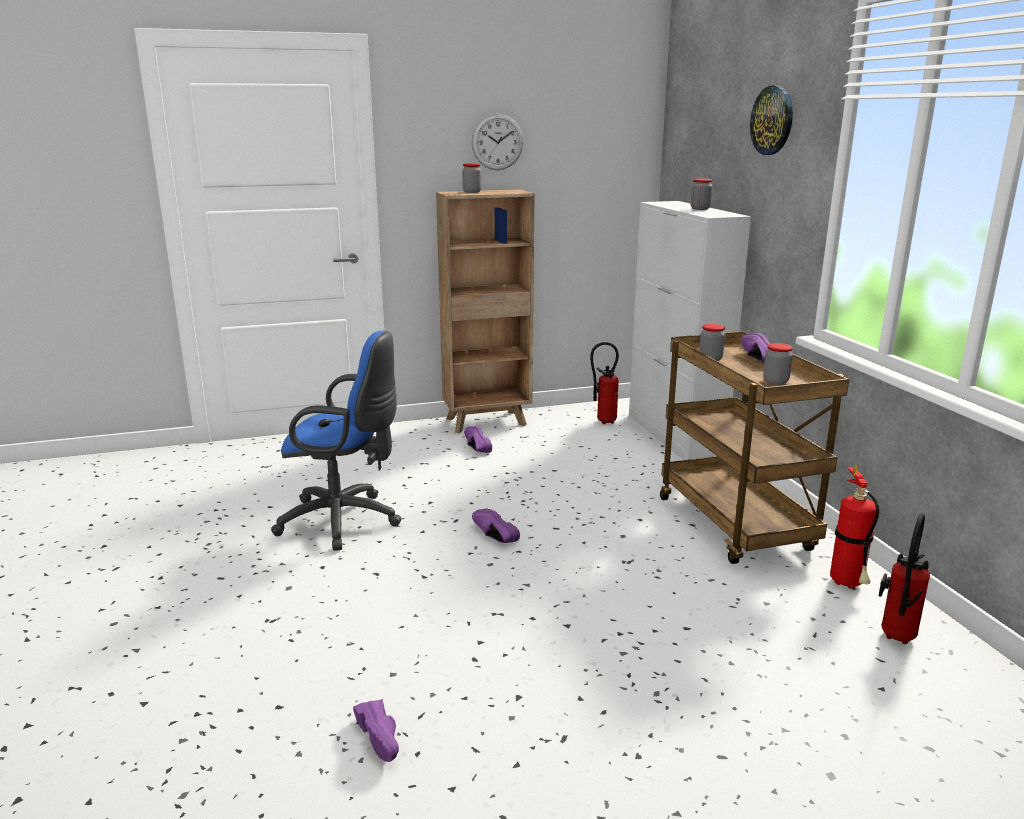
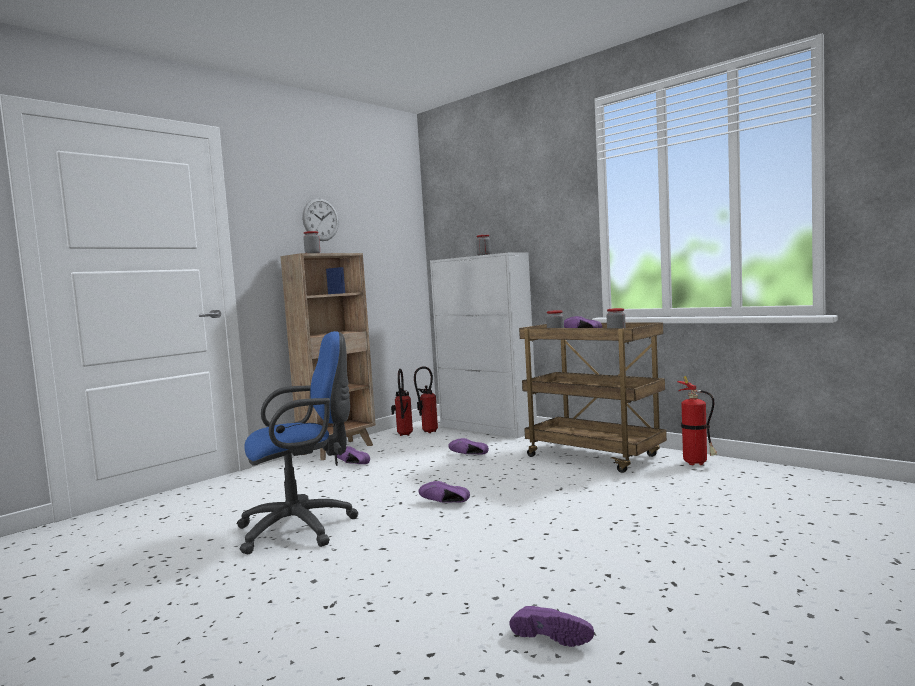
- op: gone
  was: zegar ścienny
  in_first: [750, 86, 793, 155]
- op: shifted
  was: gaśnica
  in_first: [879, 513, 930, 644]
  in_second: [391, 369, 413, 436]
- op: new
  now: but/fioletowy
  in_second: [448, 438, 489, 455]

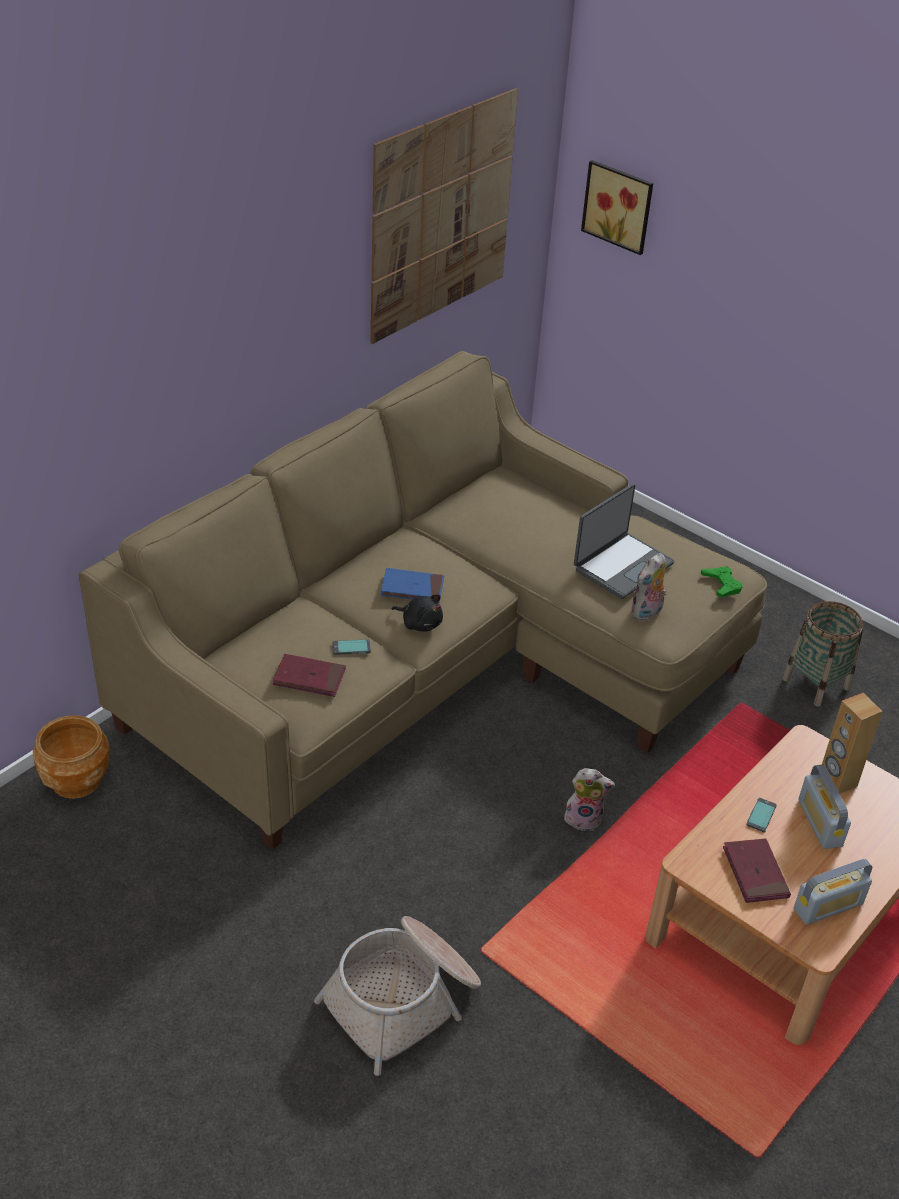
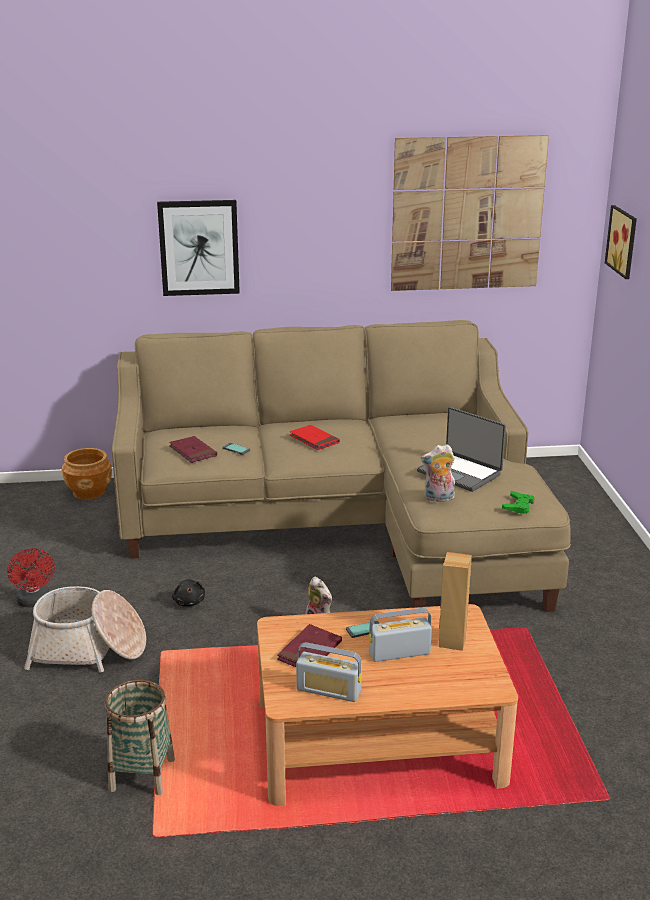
- op: repainted
  was: książka/niebieski
  now: książka/czerwony
  in_first: [381, 568, 444, 603]
  in_second: [290, 425, 340, 450]
- op: shifted
  was: pluszak/czarny
  in_first: [392, 594, 443, 632]
  in_second: [172, 579, 205, 607]
- op: rotated
  was: laptop
  in_first: [574, 484, 674, 599]
  in_second: [417, 407, 506, 492]
  clockwise: 45
- op: shifted
  was: koszyk
  in_first: [782, 601, 863, 707]
  in_second: [105, 680, 175, 795]
- op: rotated
  was: radio
  in_first: [798, 765, 851, 849]
  in_second: [368, 608, 432, 662]
  clockwise: 45
- op: new
  now: wentylator/czerwony
  in_second: [7, 548, 55, 608]
- op: new
  now: obraz
  in_second: [157, 200, 240, 296]

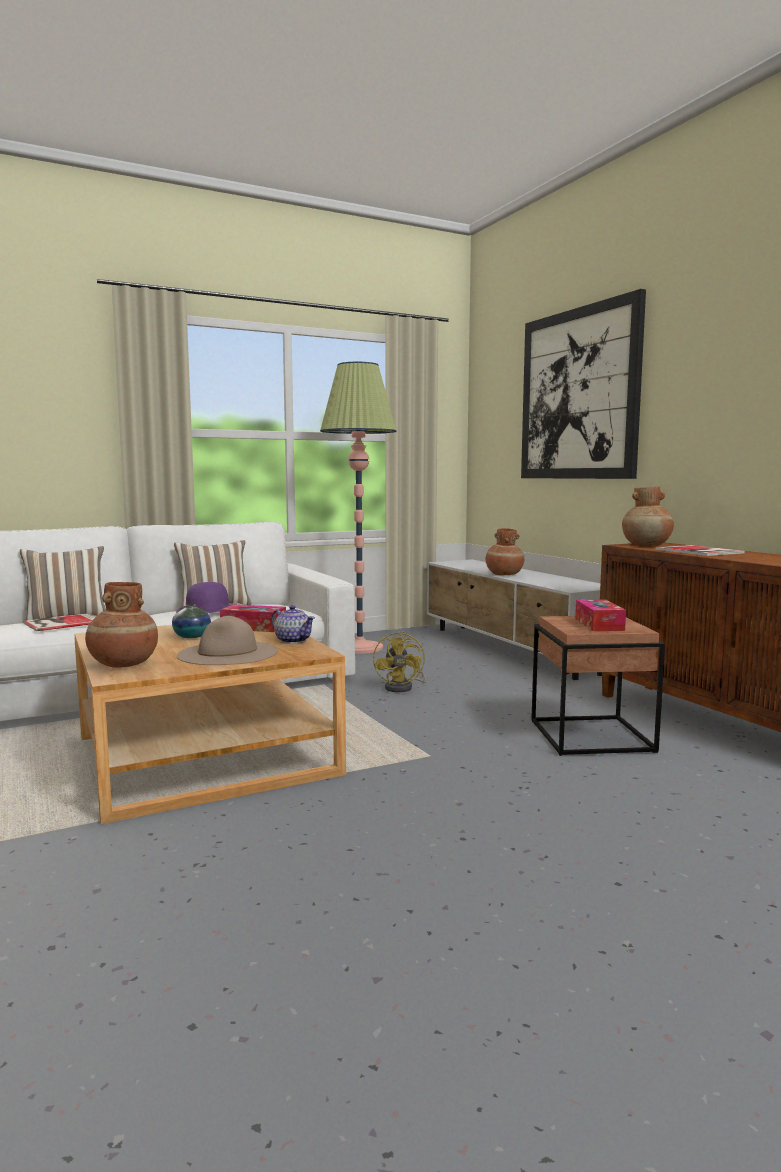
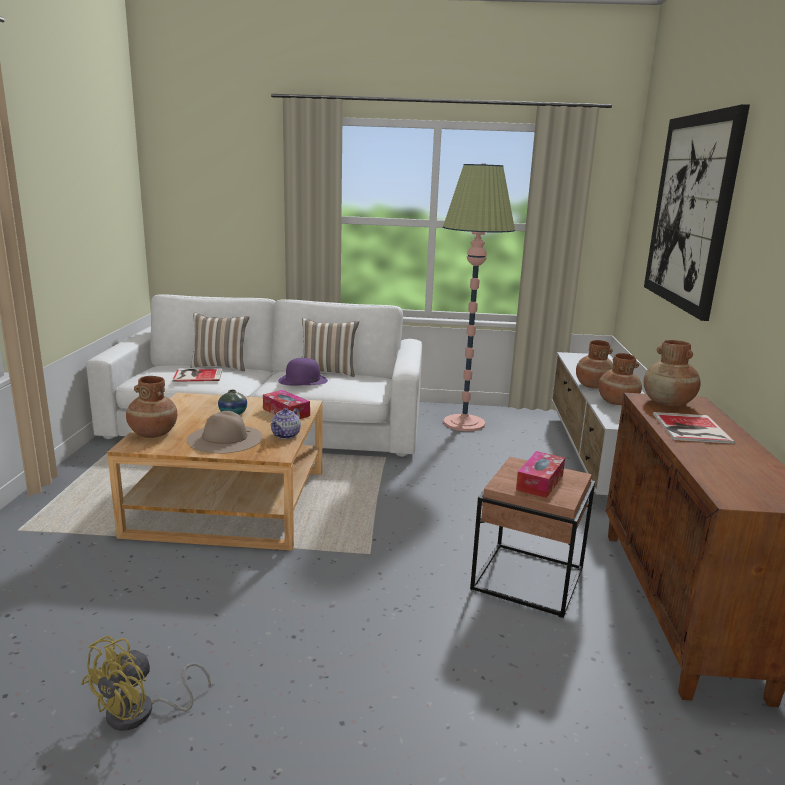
- op: rotated
  was: imbryk
  in_first: [271, 605, 315, 644]
  in_second: [271, 408, 301, 439]
  clockwise: 45
- op: shifted
  was: wentylator/żółty
  in_first: [373, 631, 427, 692]
  in_second: [81, 636, 211, 731]
- op: new
  now: wazon/brązowy
  in_second: [598, 353, 642, 405]

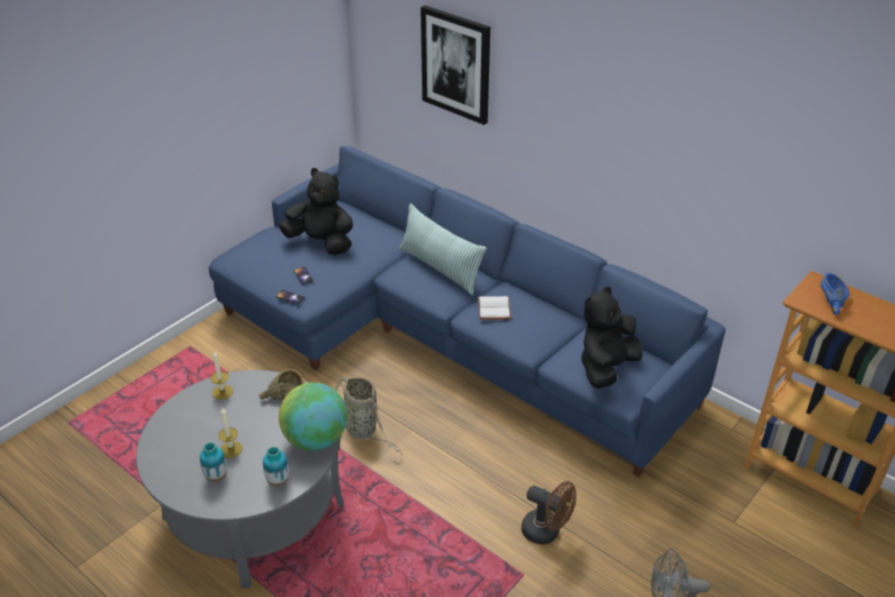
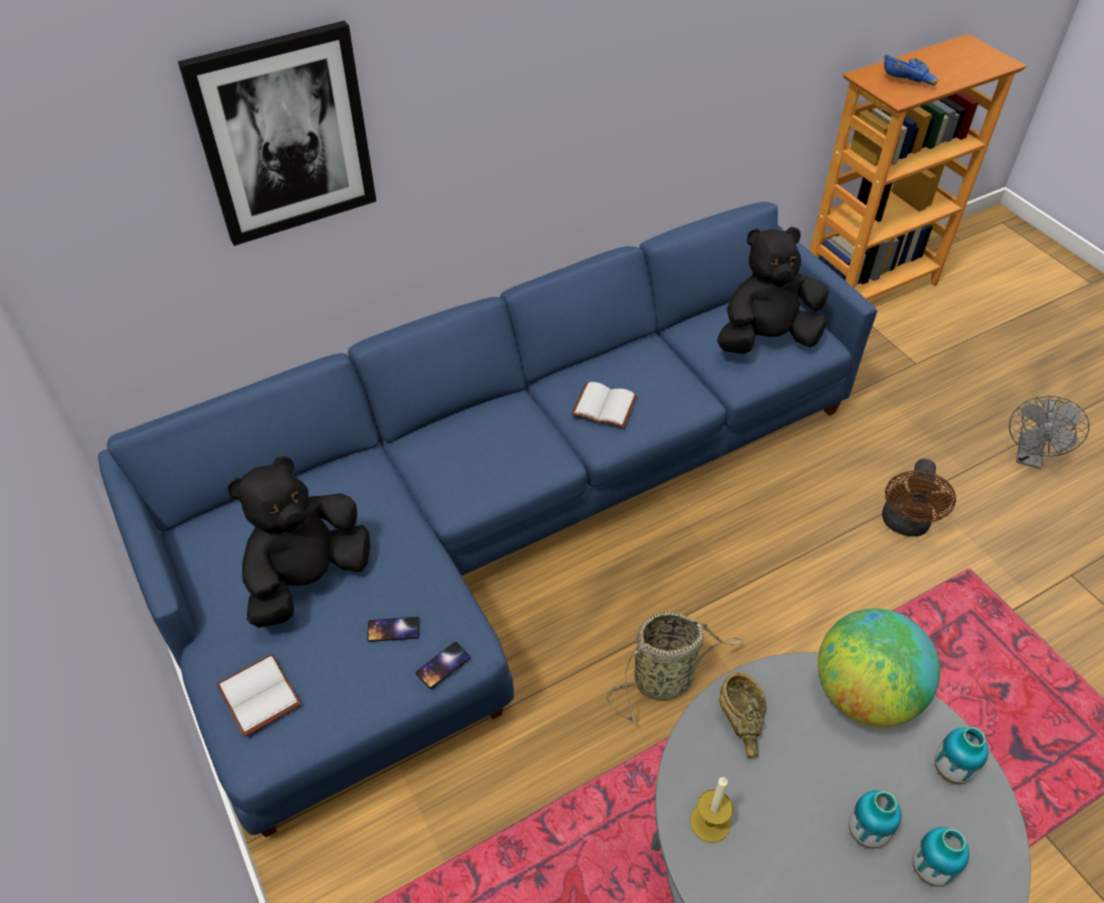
- op: swapped
  was: świeca
  now: wazon
  in_first: [218, 407, 243, 458]
  in_second: [849, 790, 902, 848]
- op: gone
  was: poduszka
  in_first: [399, 203, 487, 295]
- op: rotated
  was: wentylator/brązowy
  in_first: [521, 481, 576, 545]
  in_second: [882, 459, 956, 537]
  clockwise: 150
- op: rotated
  was: pluszak/czarny
  in_first: [582, 287, 642, 388]
  in_second: [717, 226, 829, 354]
  clockwise: 105
- op: new
  now: książka/biały
  in_second: [217, 654, 301, 737]

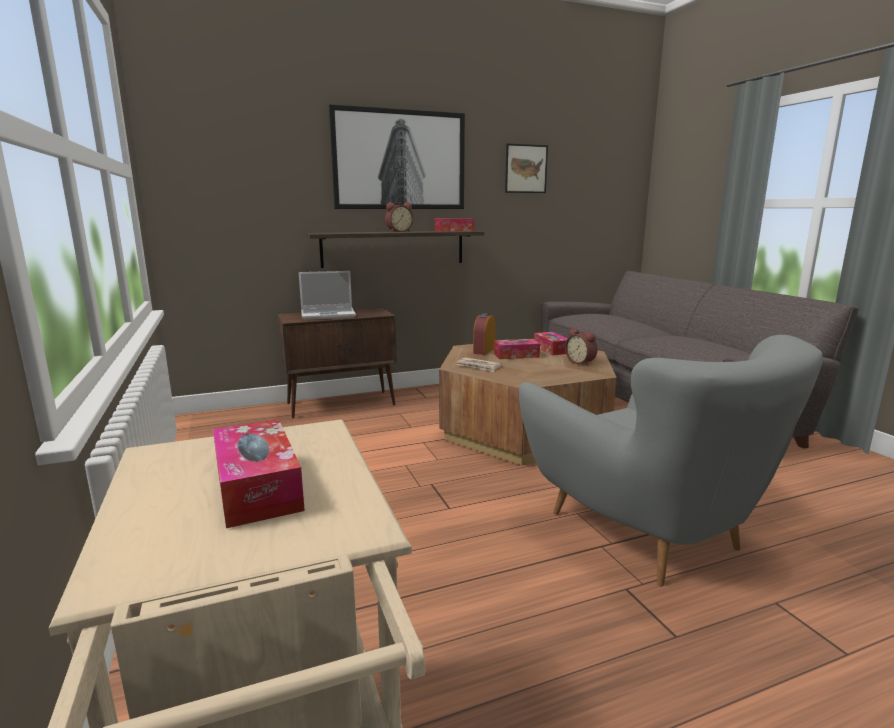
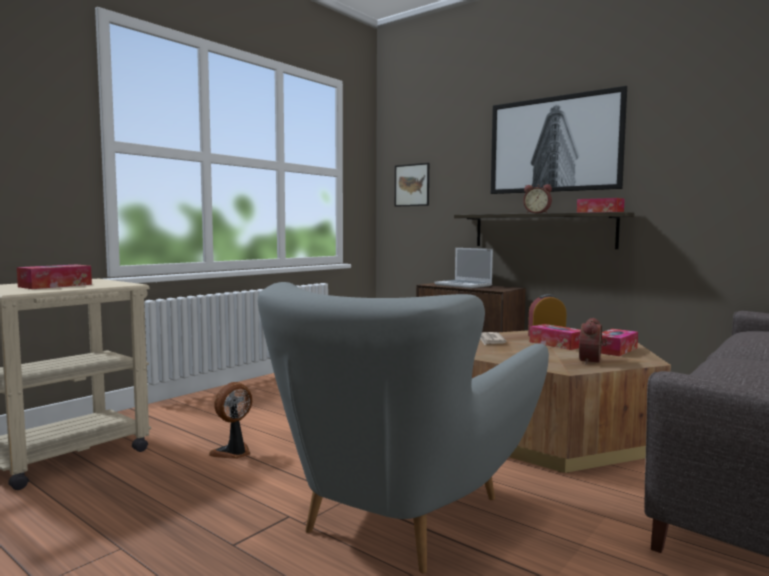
- op: shifted
  was: obraz
  in_first: [505, 144, 548, 193]
  in_second: [395, 163, 429, 207]
- op: new
  now: wentylator
  in_second: [209, 382, 252, 459]

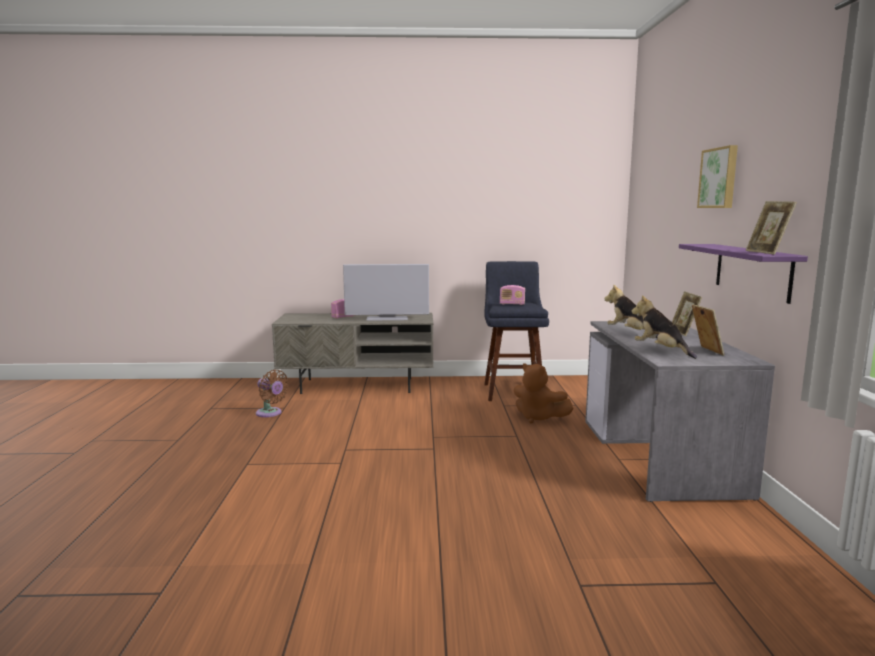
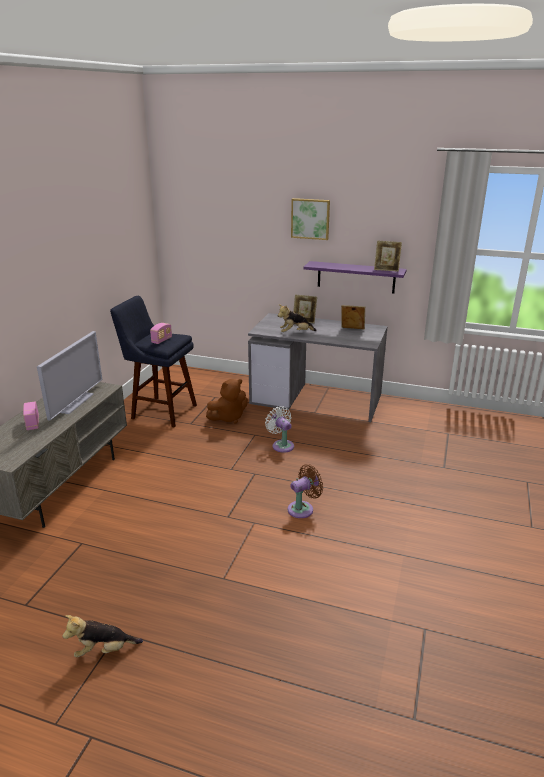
- op: shifted
  was: wentylator/brązowy
  in_first: [256, 369, 289, 417]
  in_second: [288, 464, 323, 518]
- op: shifted
  was: pluszak
  in_first: [631, 295, 697, 359]
  in_second: [62, 615, 143, 657]
- op: new
  now: wentylator/biały
  in_second: [265, 406, 294, 453]

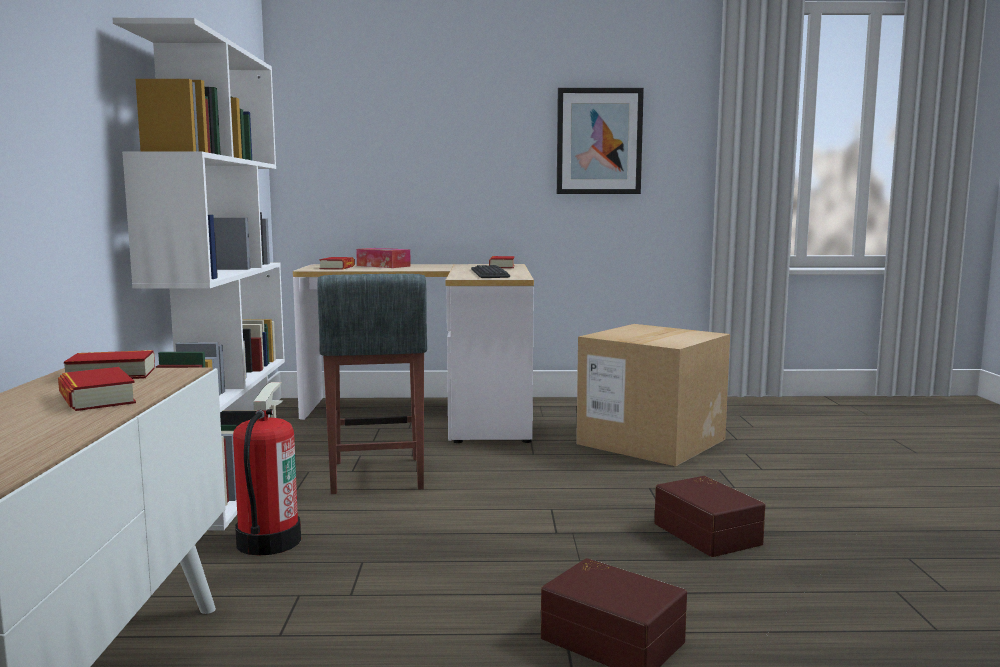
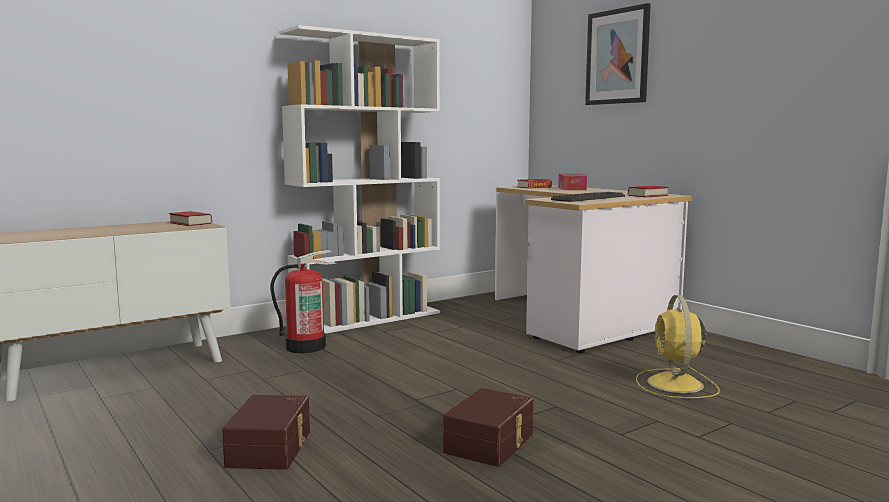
- op: gone
  was: książka
  in_first: [58, 367, 136, 411]
- op: gone
  was: stołek/szary
  in_first: [317, 274, 427, 494]
- op: shifted
  was: obraz
  in_first: [557, 88, 644, 194]
  in_second: [585, 3, 651, 105]
- op: swapped
  was: karton
  now: wentylator/żółty
  in_first: [576, 324, 730, 466]
  in_second: [636, 295, 720, 398]

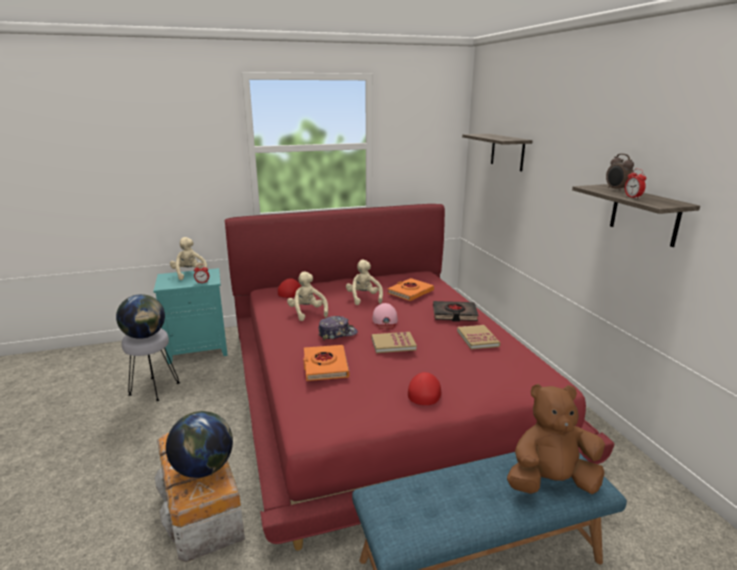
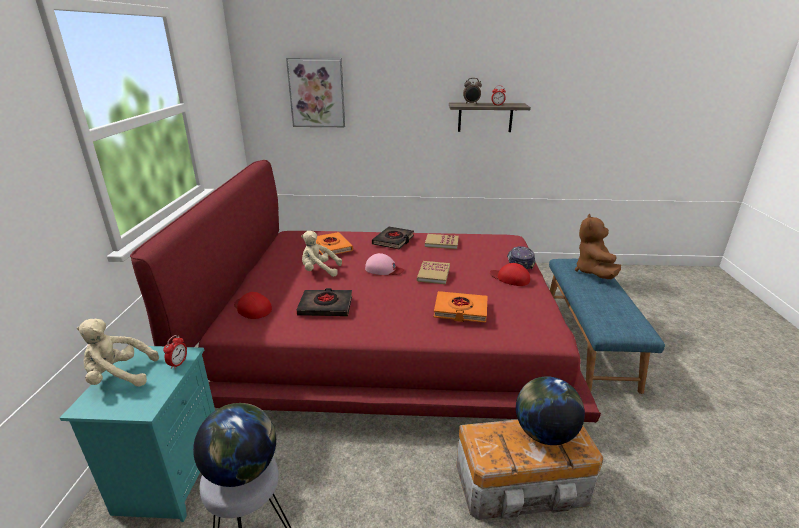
- op: swapped
  was: pluszak/beżowy
  now: książka/czarny
  in_first: [287, 272, 328, 321]
  in_second: [296, 288, 352, 316]
- op: shifted
  was: czapka z daszkiem
  in_first: [318, 316, 358, 340]
  in_second: [507, 246, 535, 269]
- op: swapped
  was: półka
  now: obraz
  in_first: [462, 134, 533, 171]
  in_second: [286, 58, 345, 127]

